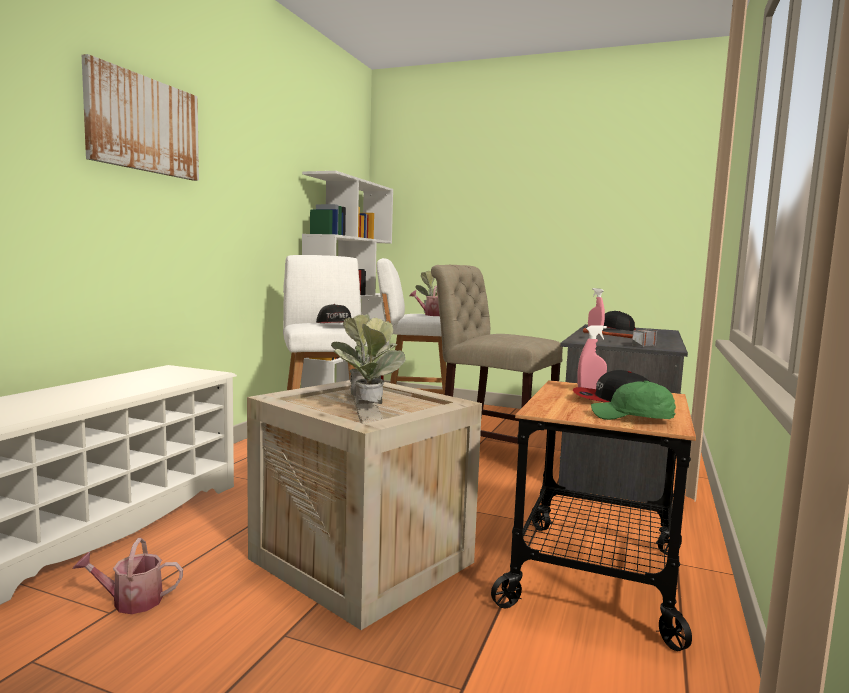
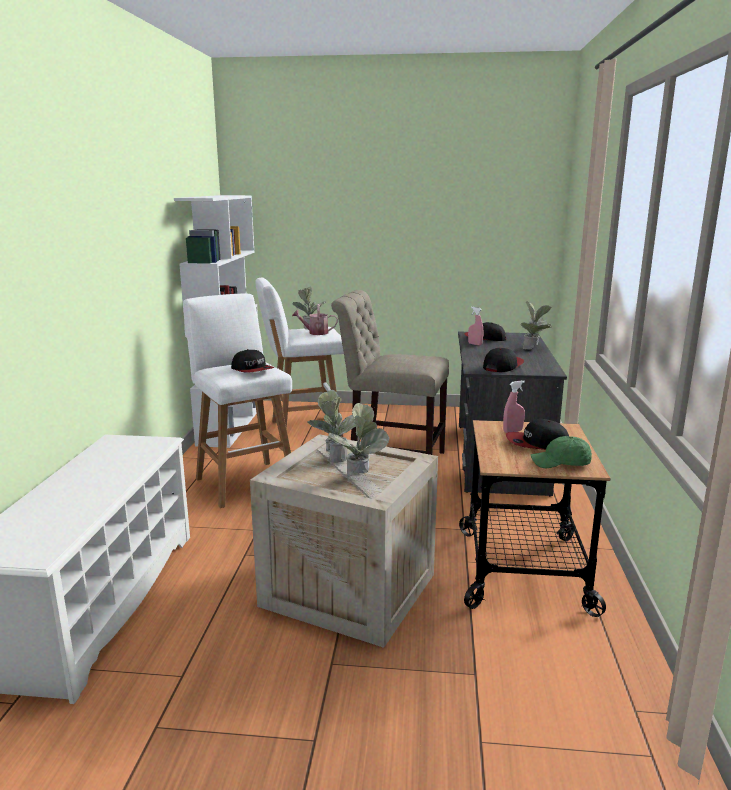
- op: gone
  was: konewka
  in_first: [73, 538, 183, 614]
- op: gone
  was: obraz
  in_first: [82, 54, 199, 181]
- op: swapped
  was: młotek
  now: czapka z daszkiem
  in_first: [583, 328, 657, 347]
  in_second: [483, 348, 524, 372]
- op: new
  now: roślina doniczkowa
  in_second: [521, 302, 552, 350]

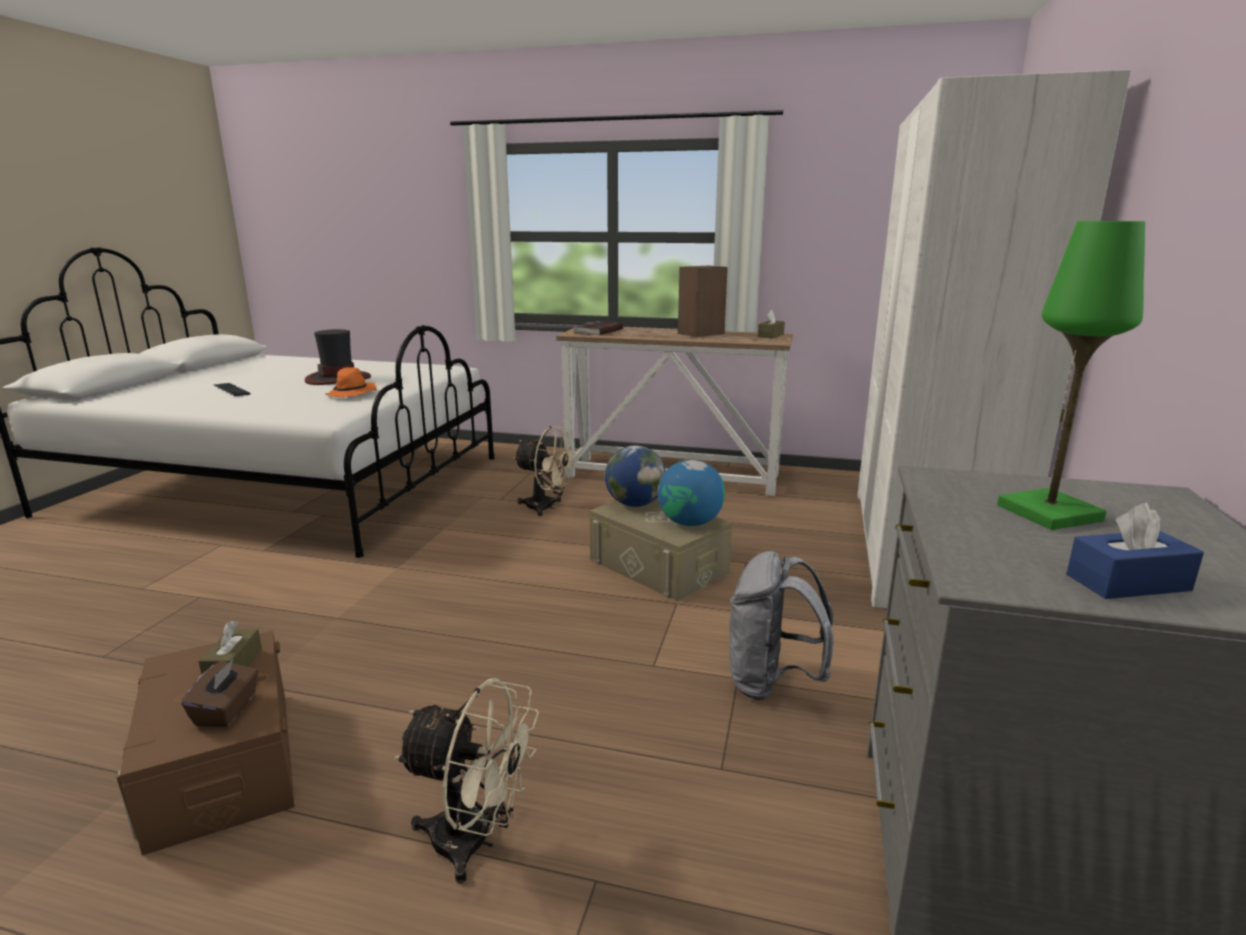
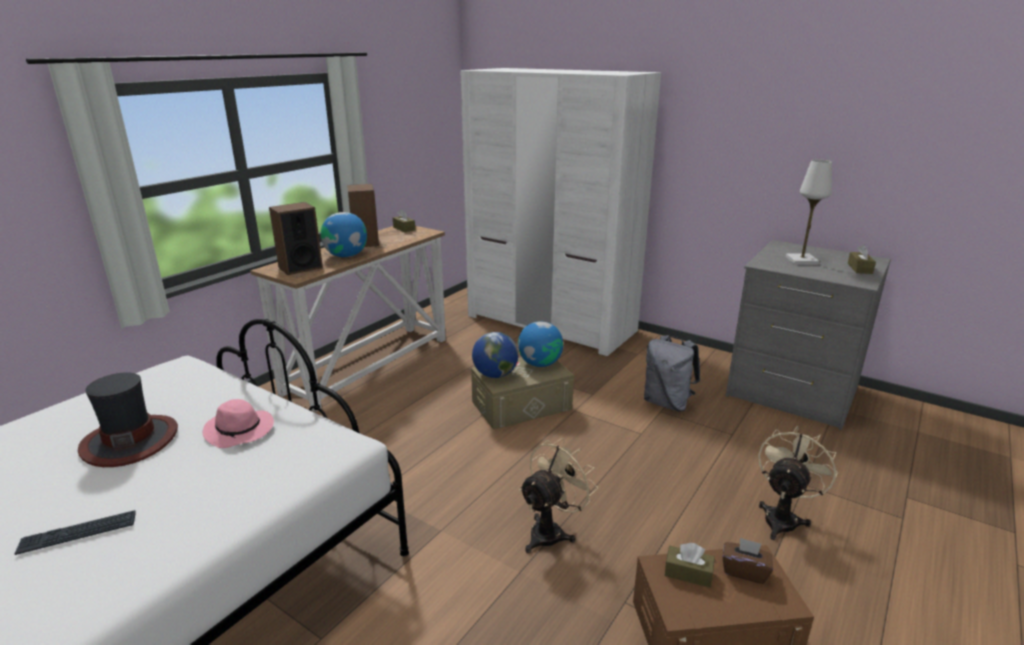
- op: repainted
  was: kapelusz/pomarańczowy
  now: kapelusz/różowy
  in_first: [326, 367, 377, 397]
  in_second: [202, 399, 274, 448]
- op: shifted
  was: wentylator/beżowy
  in_first: [513, 426, 578, 516]
  in_second: [519, 438, 598, 553]
- op: swapped
  was: książka
  now: głośnik
  in_first: [574, 321, 623, 335]
  in_second: [269, 202, 323, 275]
- op: repainted
  was: lampa stołowa/zielony
  now: lampa stołowa/biały
  in_first: [997, 221, 1145, 530]
  in_second: [786, 160, 832, 265]
- op: repainted
  was: pudełko chusteczek/niebieski
  now: pudełko chusteczek/brązowy
  in_first: [1066, 503, 1204, 599]
  in_second: [847, 245, 876, 274]
- op: new
  now: globus
  in_second: [321, 212, 367, 257]

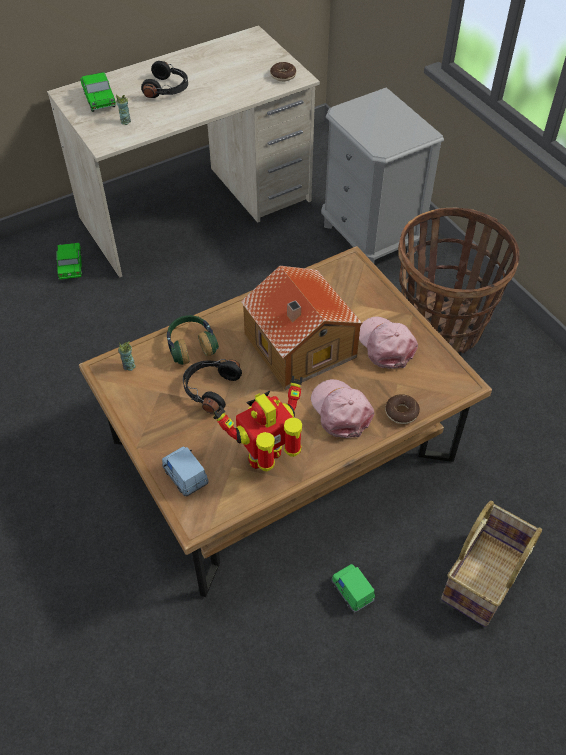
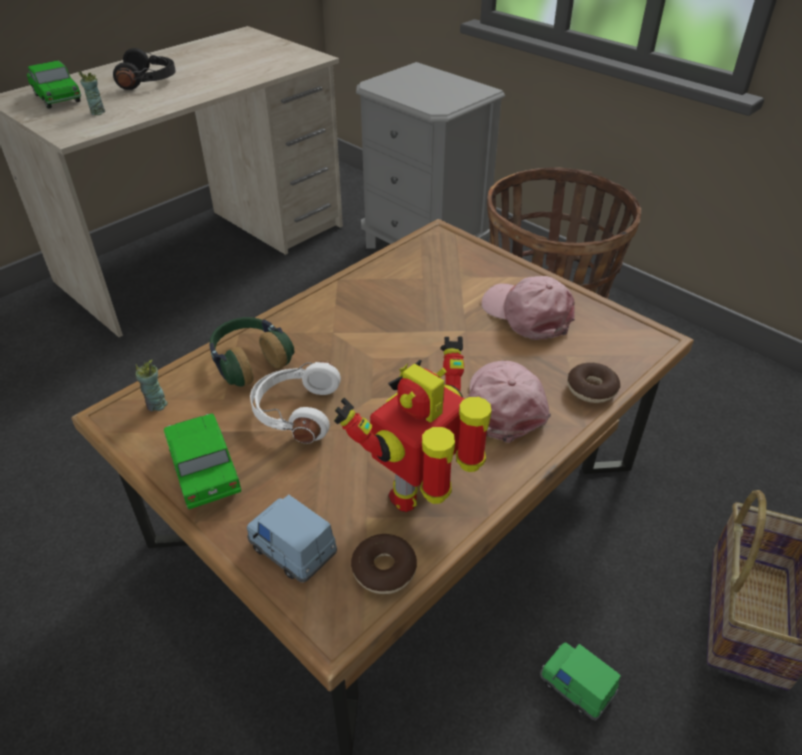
- op: shifted
  was: samochodzik
  in_first: [56, 243, 82, 280]
  in_second: [164, 413, 242, 509]
- op: repainted
  was: słuchawki/czarny
  now: słuchawki/biały
  in_first: [183, 359, 242, 414]
  in_second: [250, 361, 341, 444]
- op: gone
  was: domek
  in_first: [241, 266, 362, 390]
- op: shifted
  was: donut
  in_first: [270, 62, 296, 82]
  in_second: [351, 534, 417, 594]
- op: rotated
  was: czapka z daszkiem/różowy
  in_first: [311, 379, 374, 438]
  in_second: [467, 360, 551, 443]
  clockwise: 45

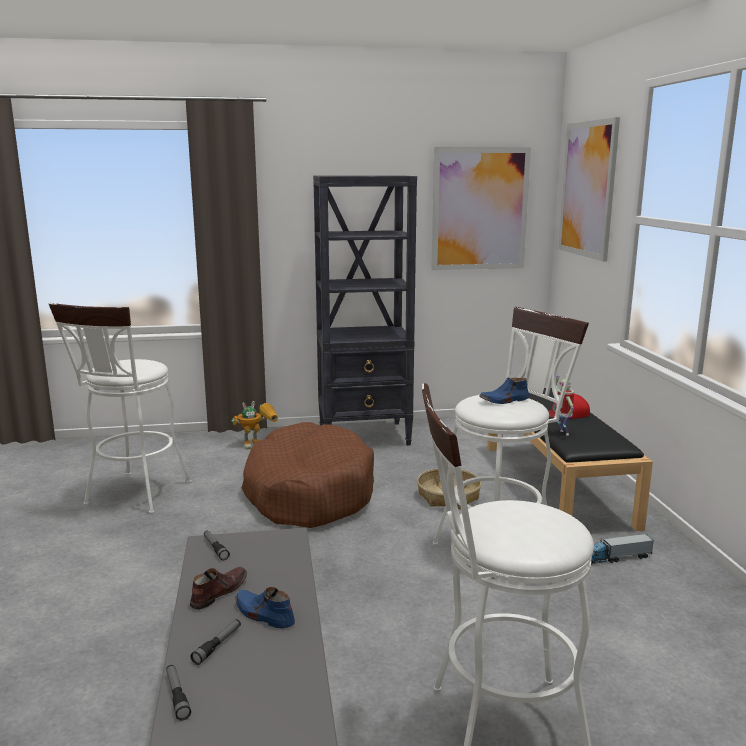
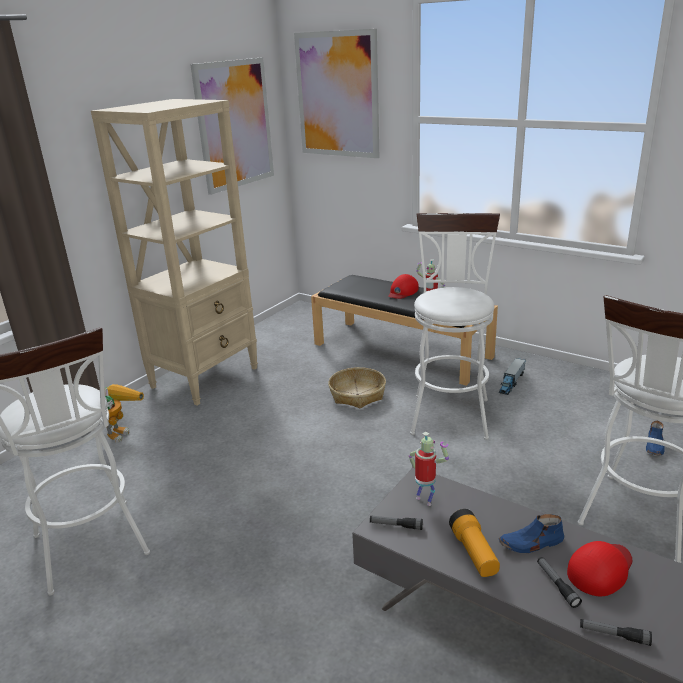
- op: swapped
  was: but/brązowy
  now: latarka
  in_first: [190, 567, 247, 610]
  in_second: [449, 509, 500, 577]
- op: gone
  was: legowisko/brązowy
  in_first: [242, 422, 374, 528]
- op: repainted
  was: regał/czarny
  now: regał/beżowy
  in_first: [313, 175, 417, 446]
  in_second: [91, 99, 258, 406]
- op: shifted
  was: but/niebieski
  in_first: [479, 377, 529, 404]
  in_second: [646, 421, 665, 456]
- op: new
  now: robot zabawkowy
  in_second: [409, 431, 449, 506]
- op: new
  now: czapka z daszkiem/czerwony
  in_second: [567, 541, 632, 596]

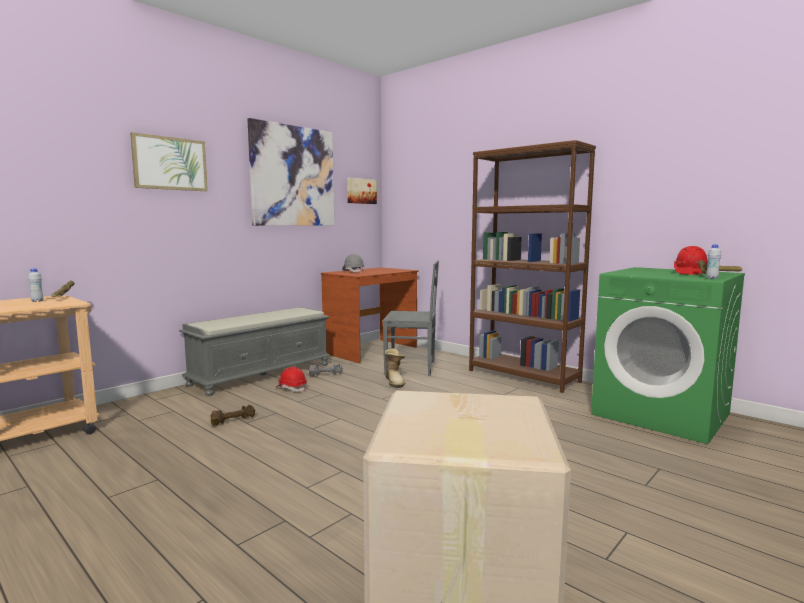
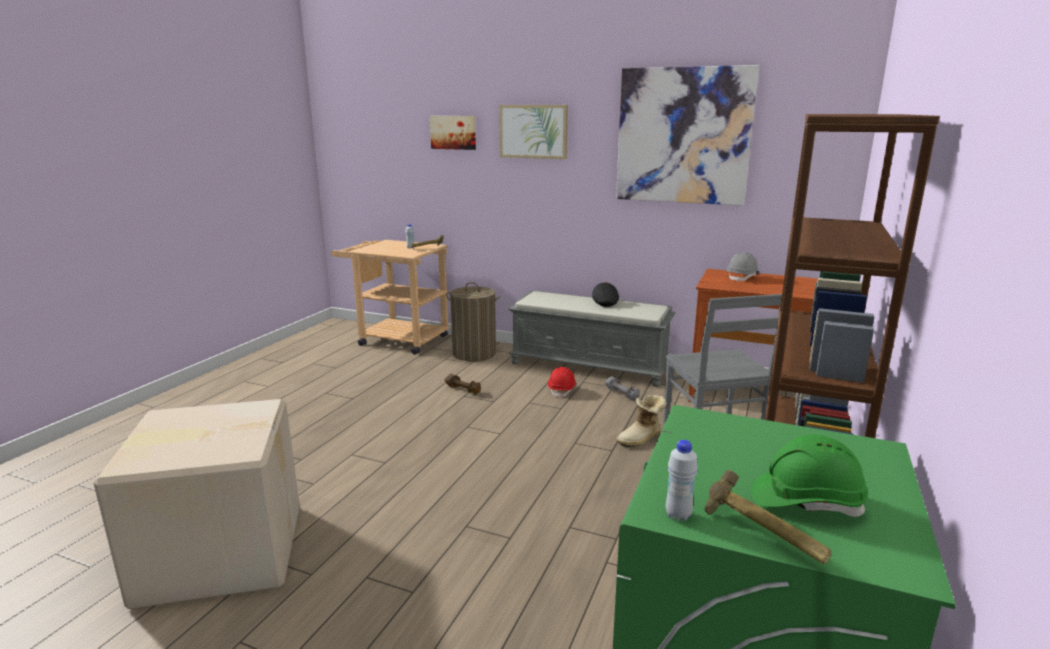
- op: shifted
  was: obraz
  in_first: [347, 177, 377, 204]
  in_second: [430, 116, 476, 150]
- op: repainted
  was: kask/czerwony
  now: kask/zielony
  in_first: [674, 246, 708, 275]
  in_second: [752, 435, 868, 517]
- op: new
  now: kosz na pranie
  in_second: [446, 282, 500, 362]
- op: new
  now: czapka z daszkiem/czarny
  in_second: [592, 282, 619, 307]

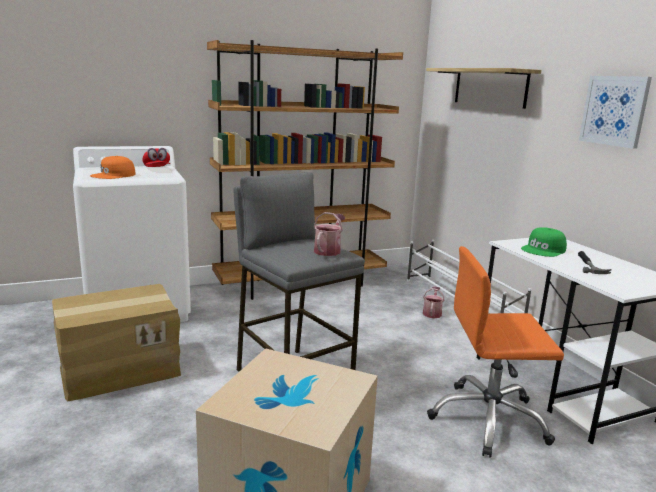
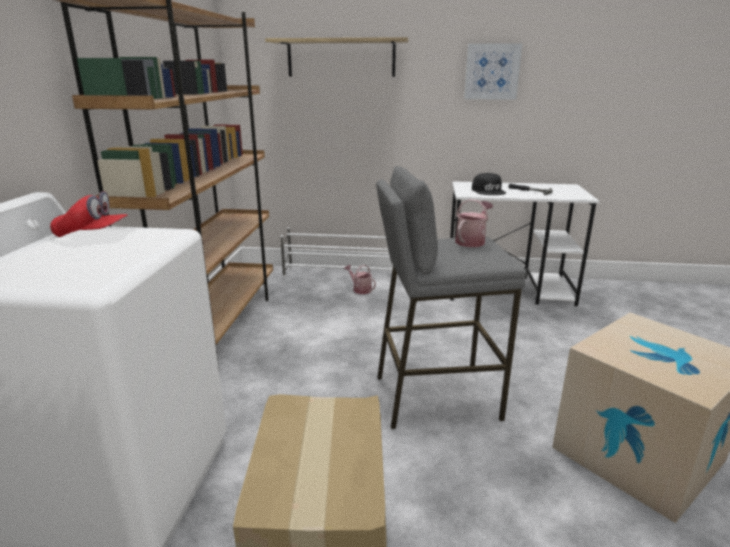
- op: gone
  was: czapka z daszkiem/pomarańczowy
  in_first: [90, 156, 136, 179]
- op: rotated
  was: konewka
  in_first: [314, 212, 346, 256]
  in_second: [455, 199, 493, 247]
  clockwise: 75
- op: gone
  was: krzesło biurowe/pomarańczowy
  in_first: [427, 246, 564, 458]
- op: repainted
  was: czapka z daszkiem/zielony
  now: czapka z daszkiem/czarny
  in_first: [521, 227, 567, 257]
  in_second: [472, 173, 506, 195]

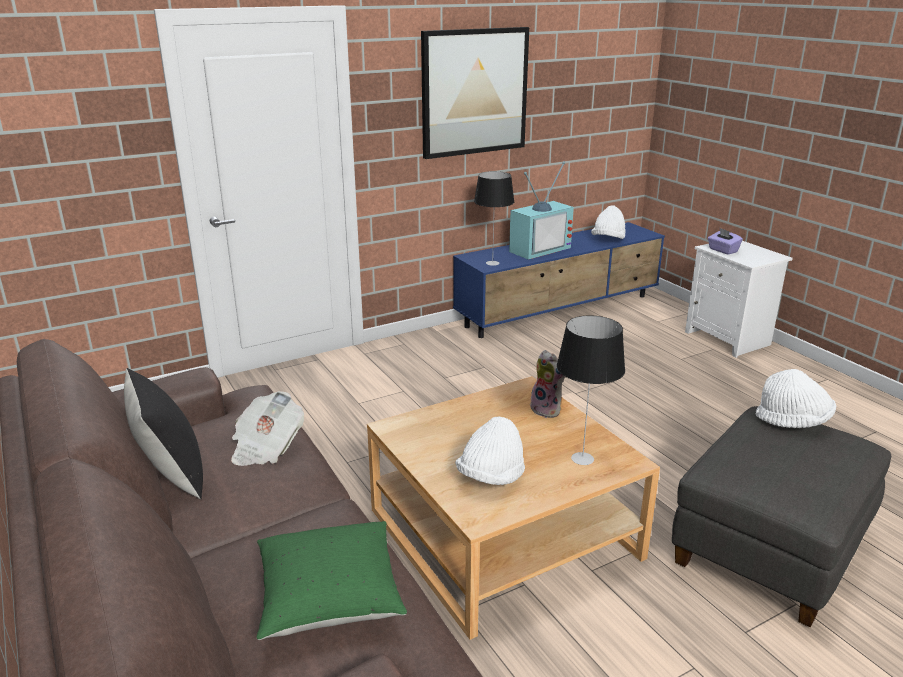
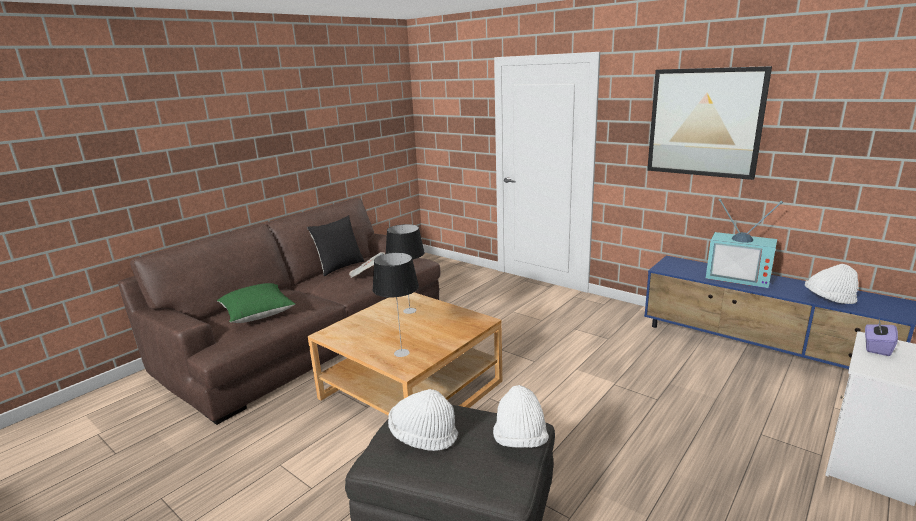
- op: shifted
  was: kapelusz/biały
  in_first: [455, 416, 525, 485]
  in_second: [388, 389, 458, 451]
- op: shifted
  was: lampa stołowa
  in_first: [474, 171, 514, 265]
  in_second: [386, 224, 425, 314]
- op: gone
  was: pluszak
  in_first: [530, 350, 567, 418]

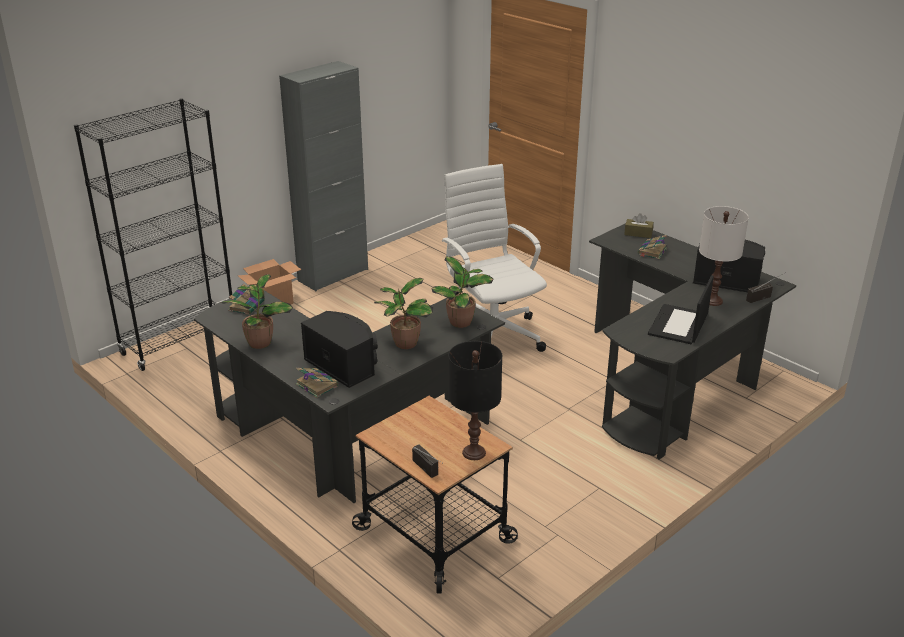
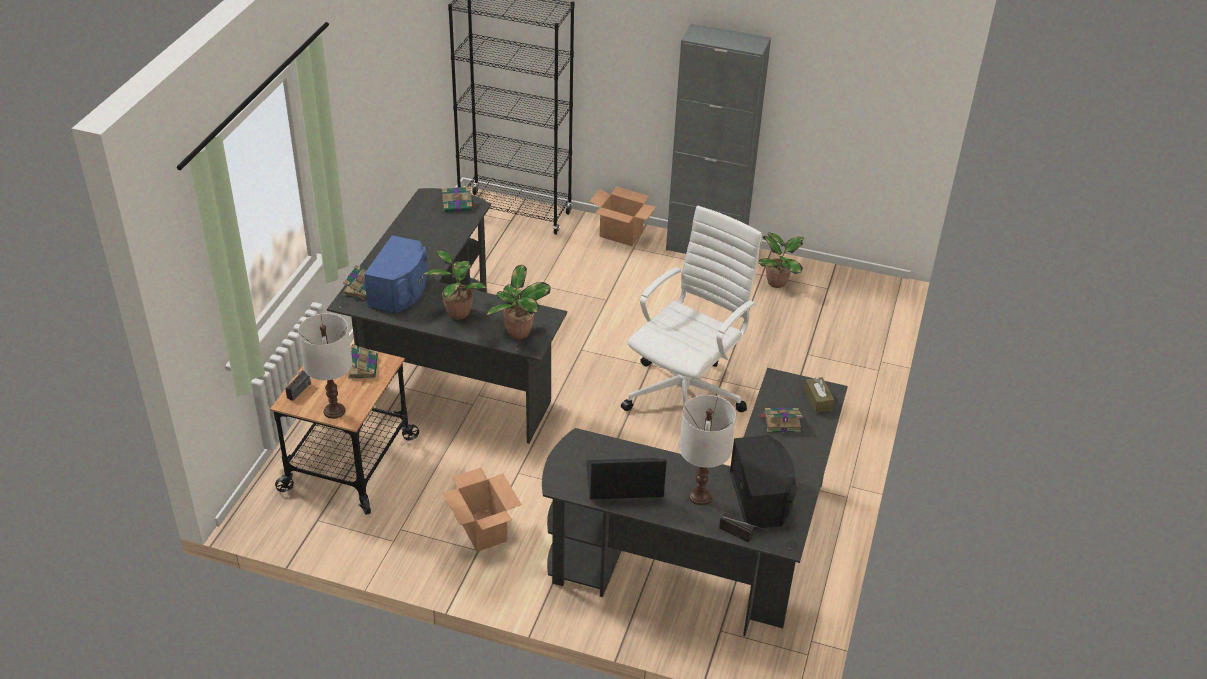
- op: shifted
  was: roślina doniczkowa
  in_first: [221, 274, 293, 349]
  in_second: [758, 233, 804, 288]
- op: repainted
  was: głośnik/czarny
  now: głośnik/niebieski
  in_first: [301, 311, 377, 388]
  in_second: [364, 235, 427, 313]
- op: repainted
  was: lampa stołowa/czarny
  now: lampa stołowa/biały
  in_first: [449, 341, 502, 460]
  in_second: [298, 313, 352, 419]
- op: new
  now: książka
  in_second: [348, 344, 378, 379]
- op: new
  now: karton
  in_second: [442, 468, 522, 552]

